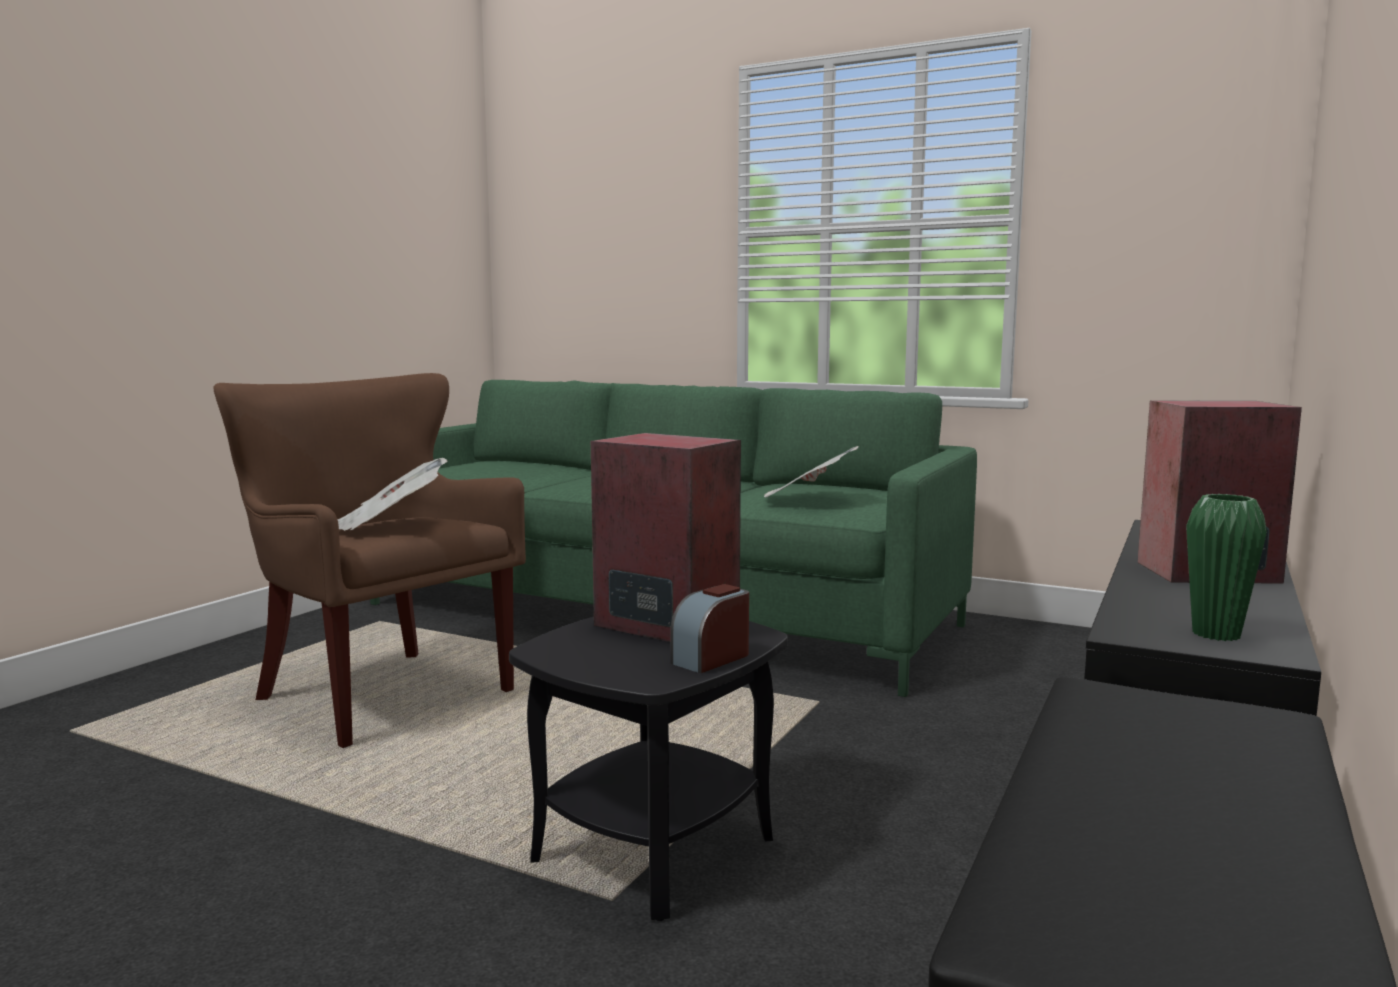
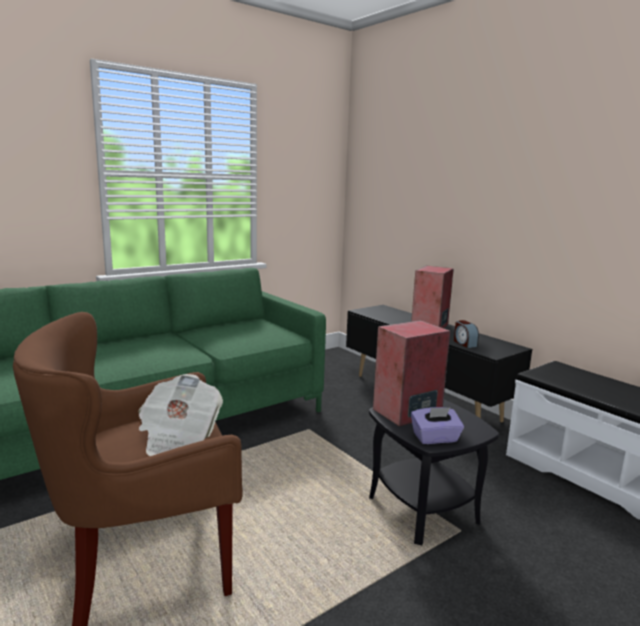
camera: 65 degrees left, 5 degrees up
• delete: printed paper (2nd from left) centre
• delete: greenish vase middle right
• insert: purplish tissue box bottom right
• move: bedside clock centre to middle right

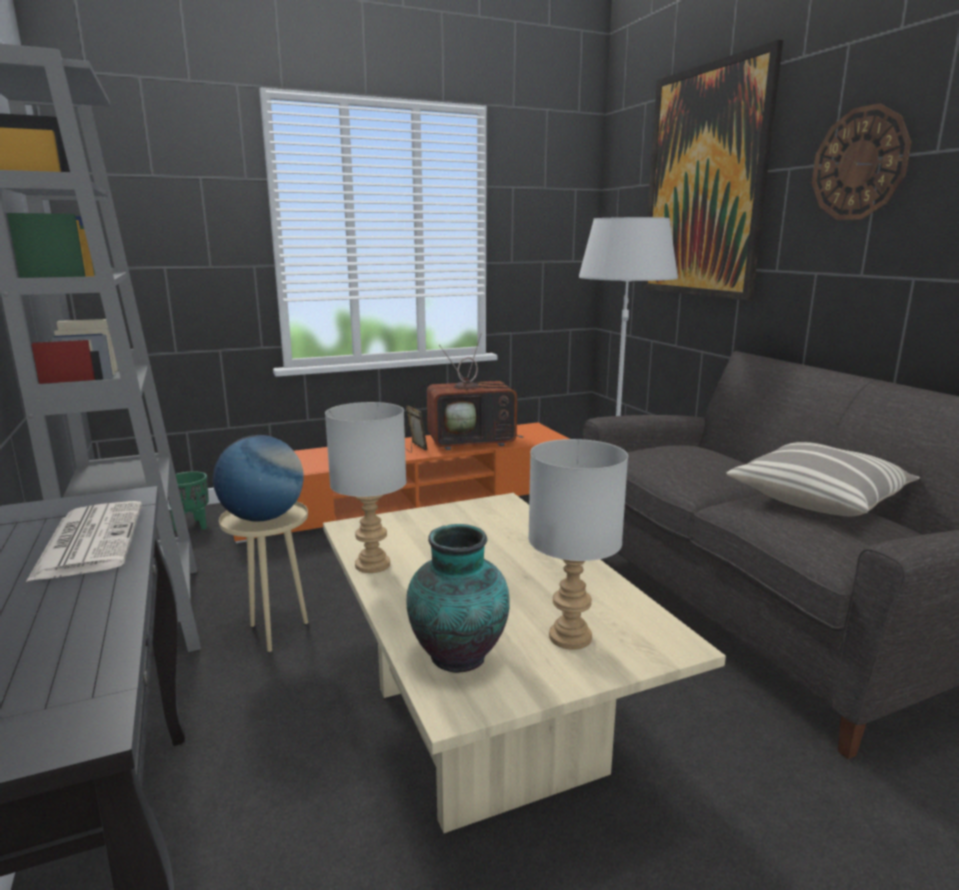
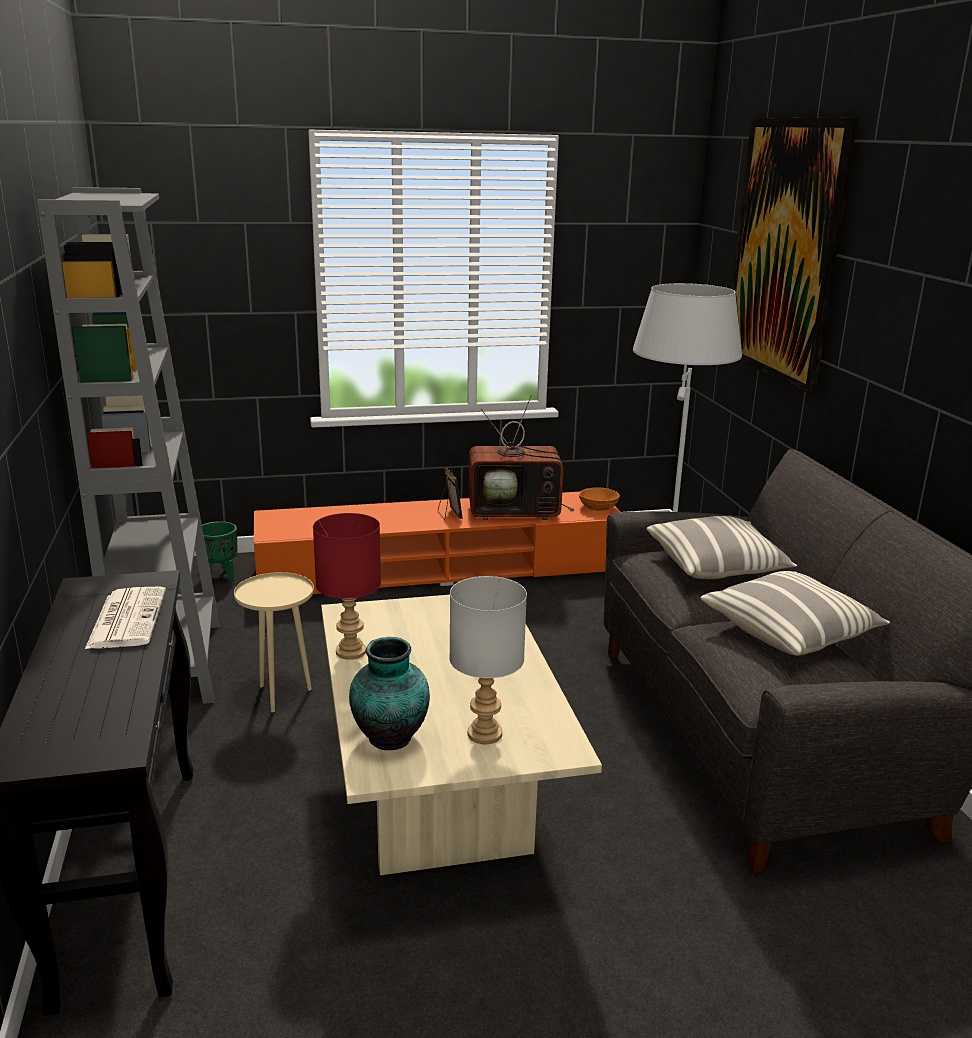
camera: 10 degrees right, 5 degrees up
• delete: world globe middle left
• delete: wall clock top right
• insert: orange-coloured serving bowl centre
• insert: throw pillow (1st from left) middle right
• recolor: greyish tabletop lamp (1st from left) centre to reddish tabletop lamp centre

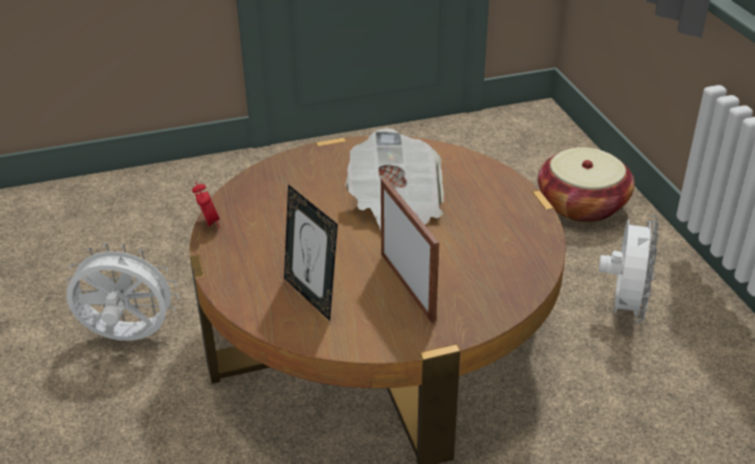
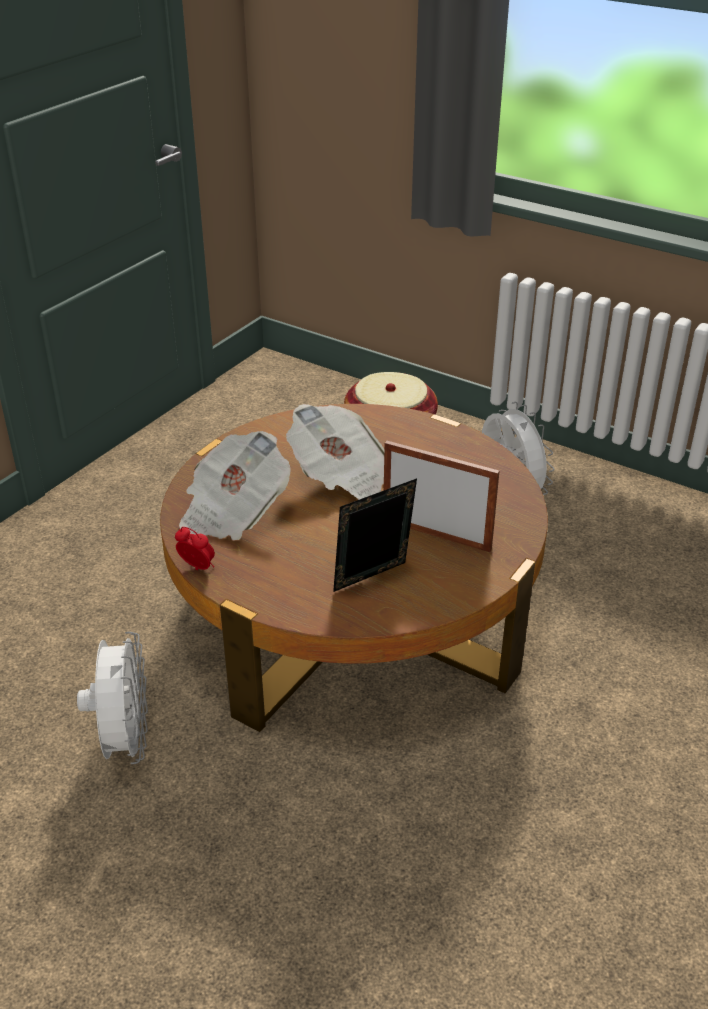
camera: 40 degrees left, 0 degrees up
• insert: printed paper (1st from left) middle left
• rotate: whitish electric fan (1st from left) middle left = bottom left 120 degrees clockwise
• rotate: photo frame (1st from left) centre = centre 135 degrees clockwise

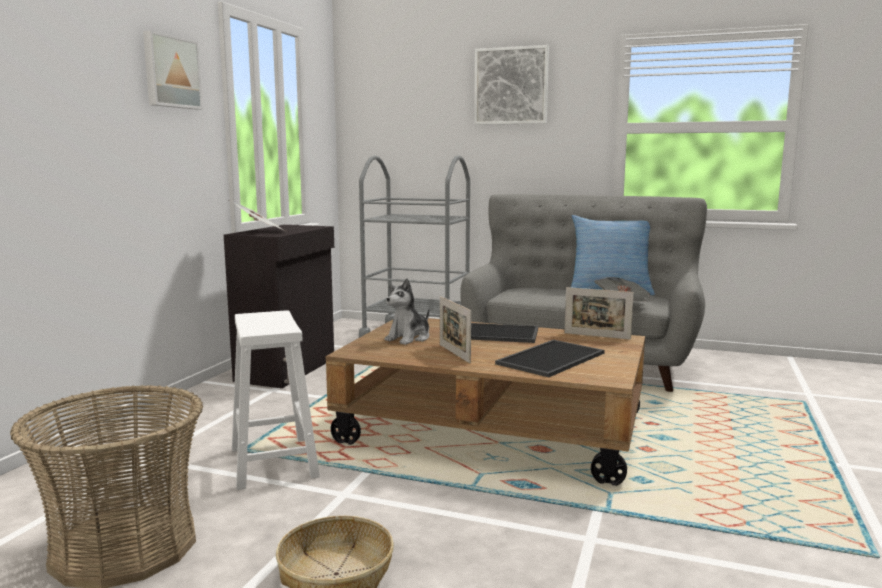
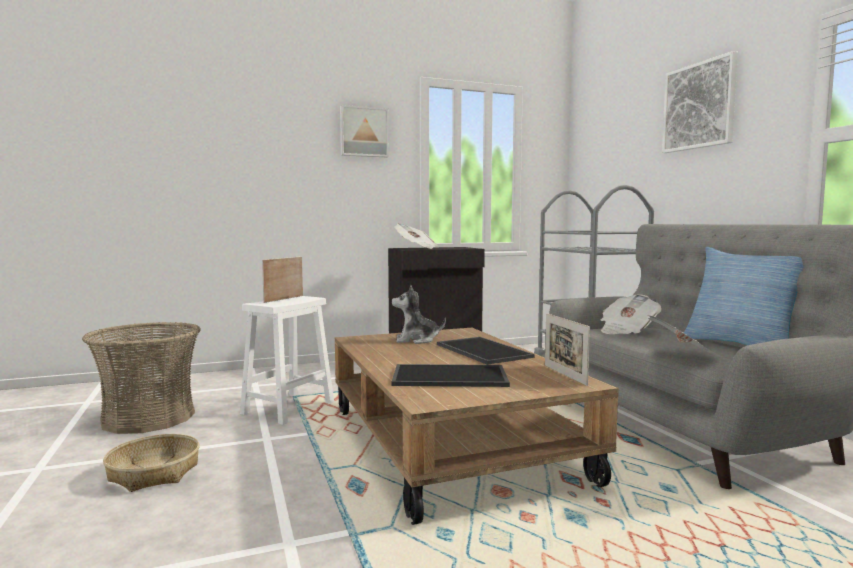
camera: 50 degrees right, 5 degrees down
• insert: printed paper (2nd from left) middle right
• move: photo frame (1st from left) centre to middle left

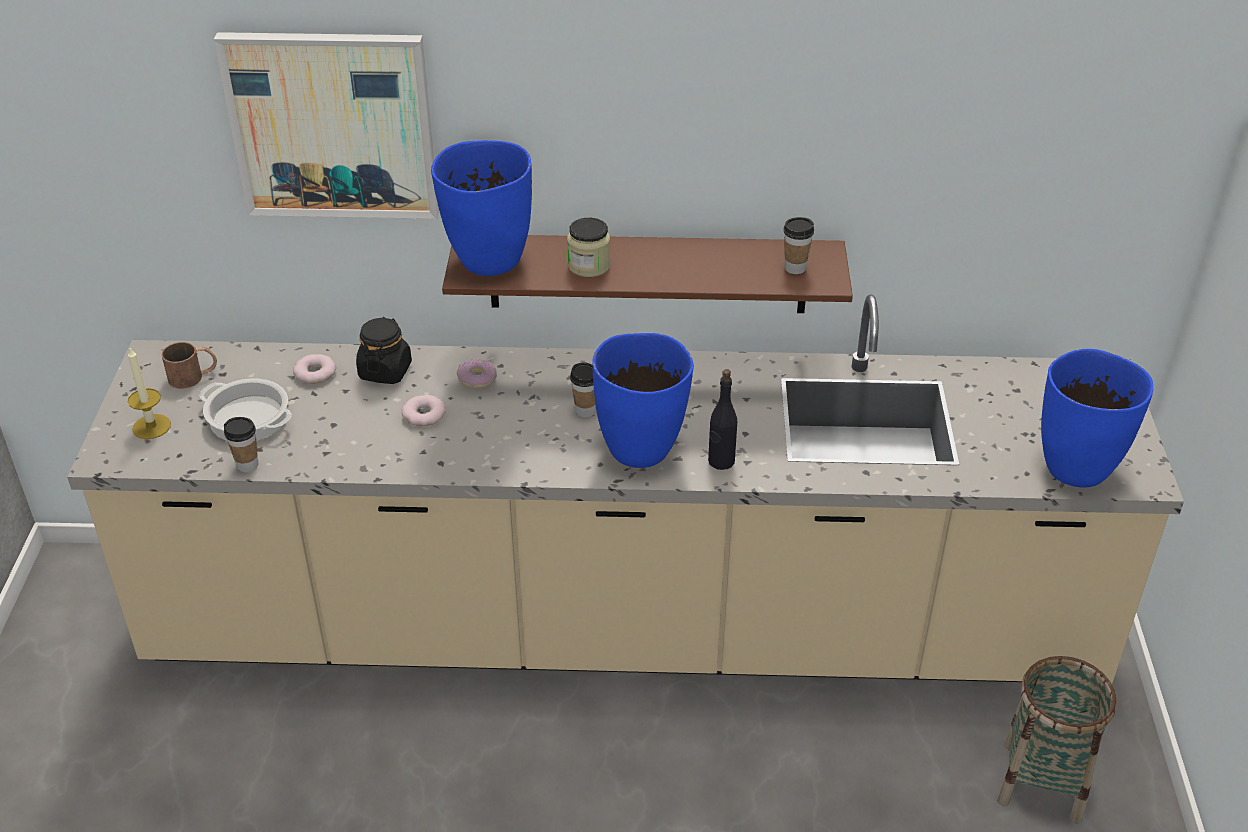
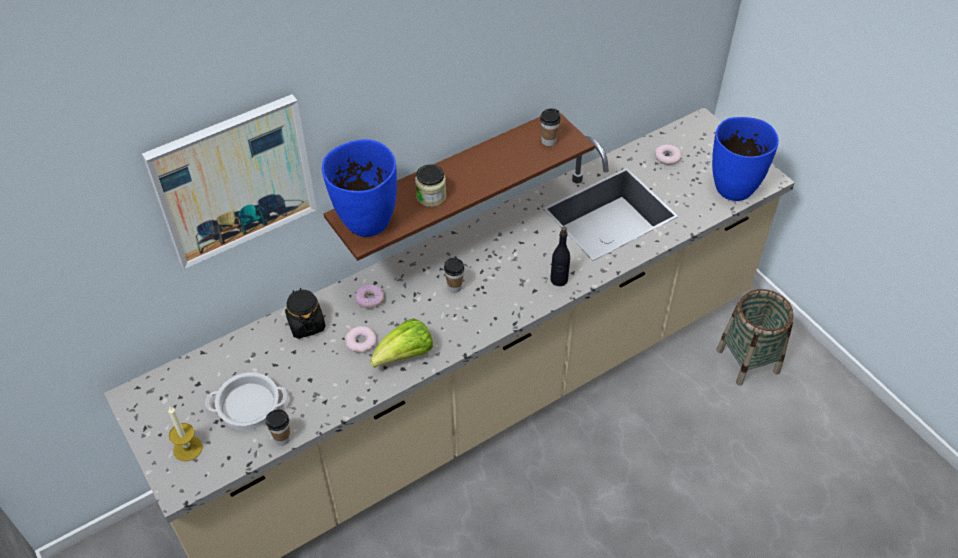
camera: 35 degrees left, 10 degrees up
• delete: brownish mug middle left
• delete: blue vase (2nd from left) centre
• insert: lettuce head centre
• move: doughnut (1st from left in the first image) middle left to doughnut (3rd from left) top right

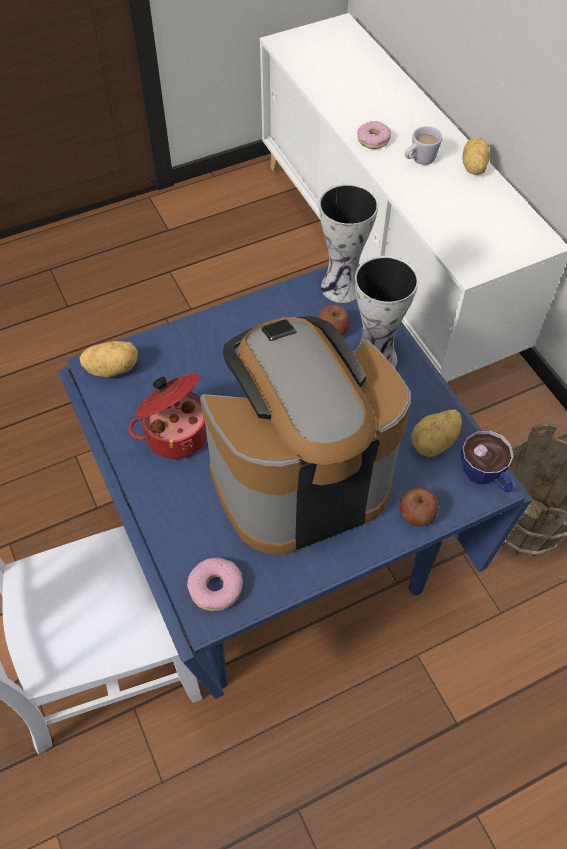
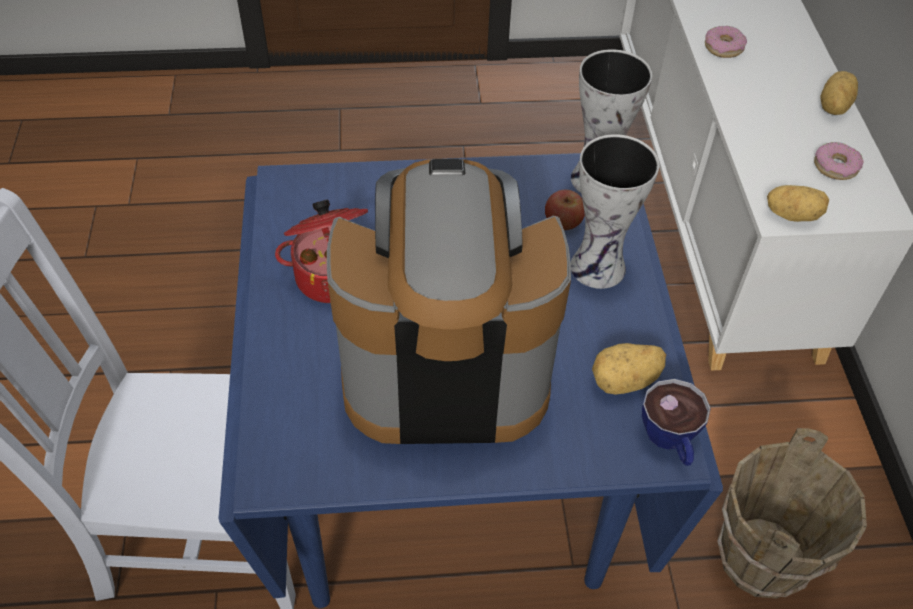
camera: 20 degrees right, 5 degrees down
• delete: whole apple (2nd from left) middle right
• delete: whitish mug top right
• move: spud (1st from left in the first image) middle left to spud (2nd from left) middle right
• move: doughnut (1st from left in the first image) bottom centre to doughnut (2nd from left) top right

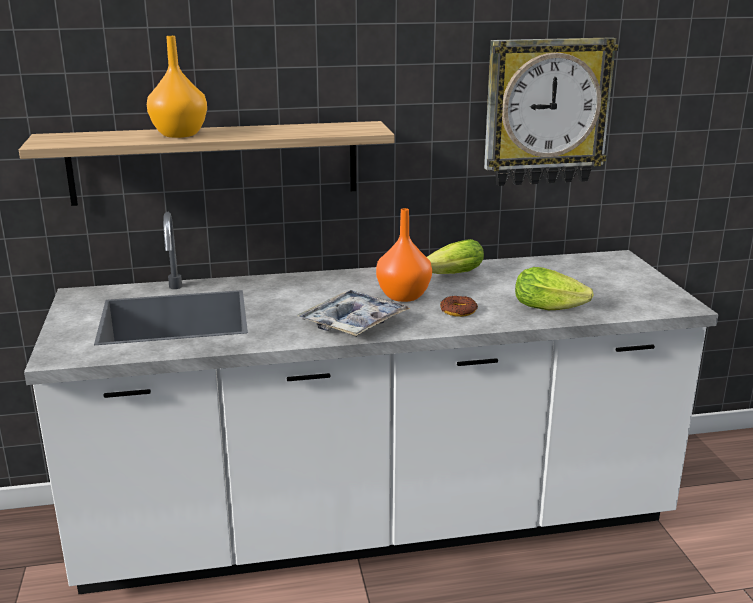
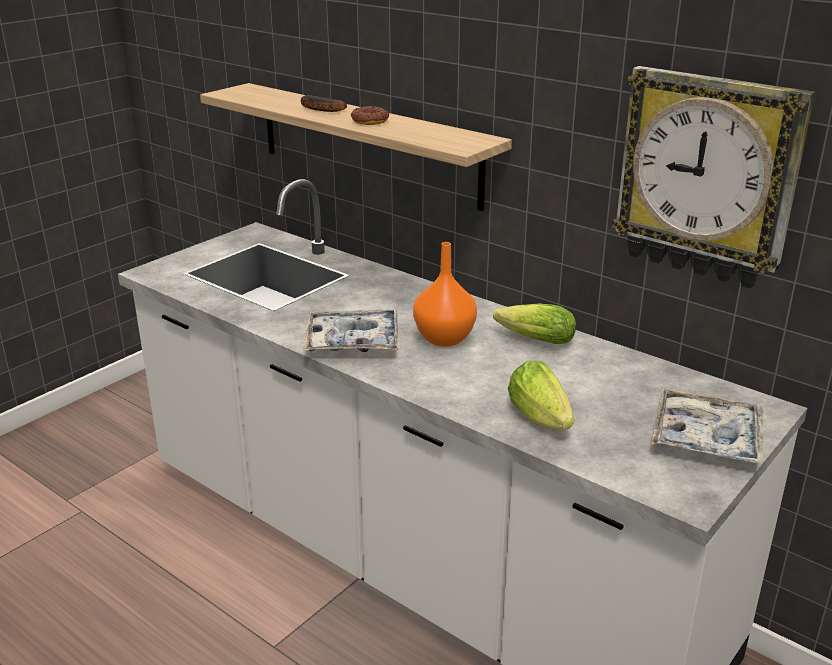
camera: 50 degrees right, 5 degrees up
• insert: tray (2nd from left) middle right
• move: doughnut centre to top centre
• replace: orange-coloured vase (1st from left) top left to banana fruit top centre

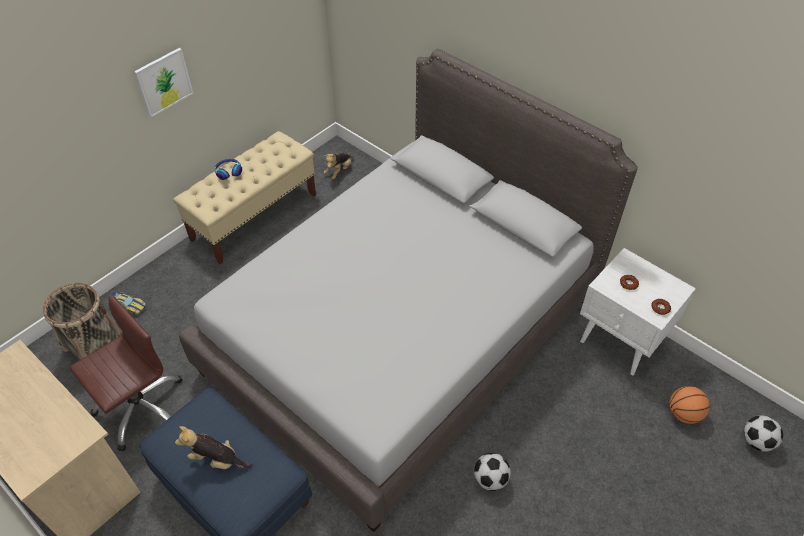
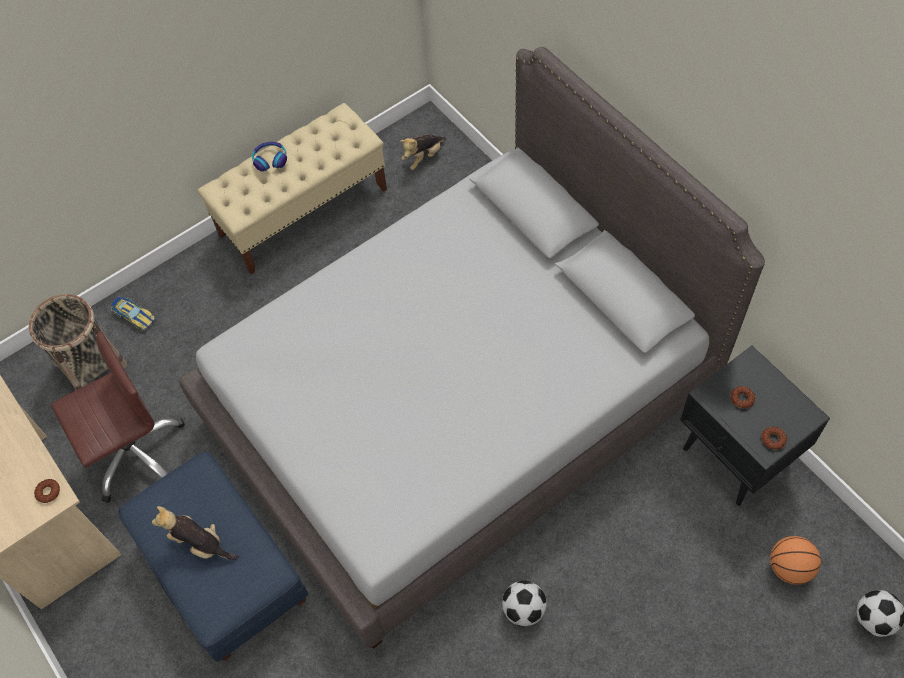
camera: 15 degrees right, 10 degrees up
• delete: picture top left
• insert: doughnut (1st from left) bottom left
• recolor: whitish bedside table middle right to blackish bedside table middle right

